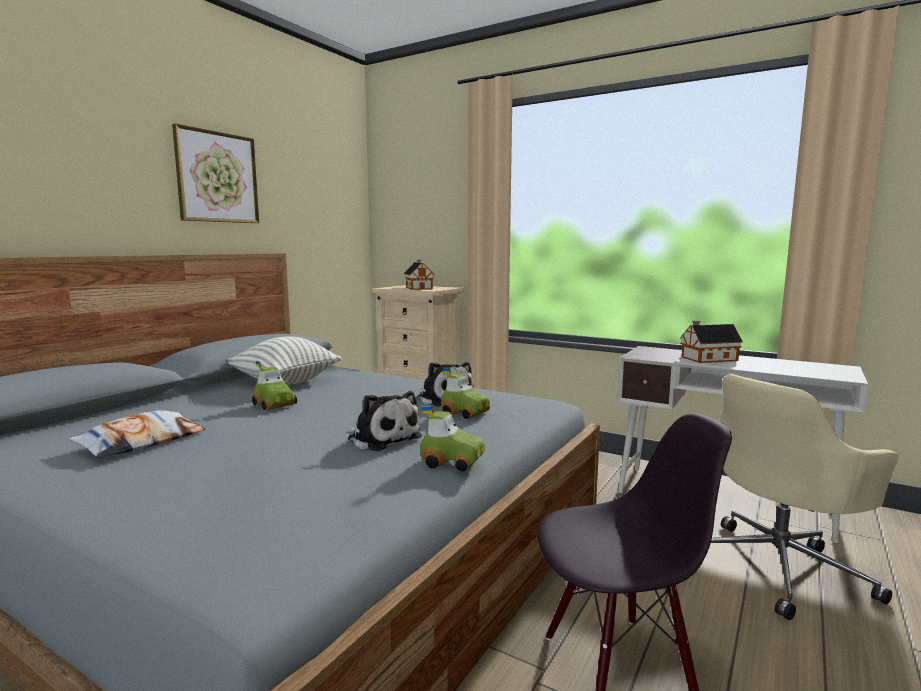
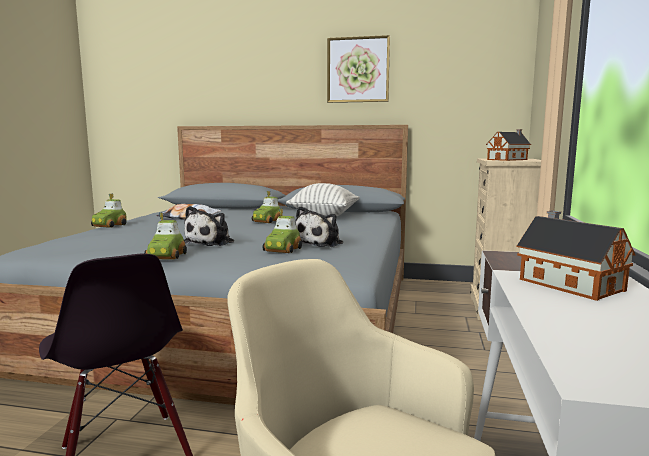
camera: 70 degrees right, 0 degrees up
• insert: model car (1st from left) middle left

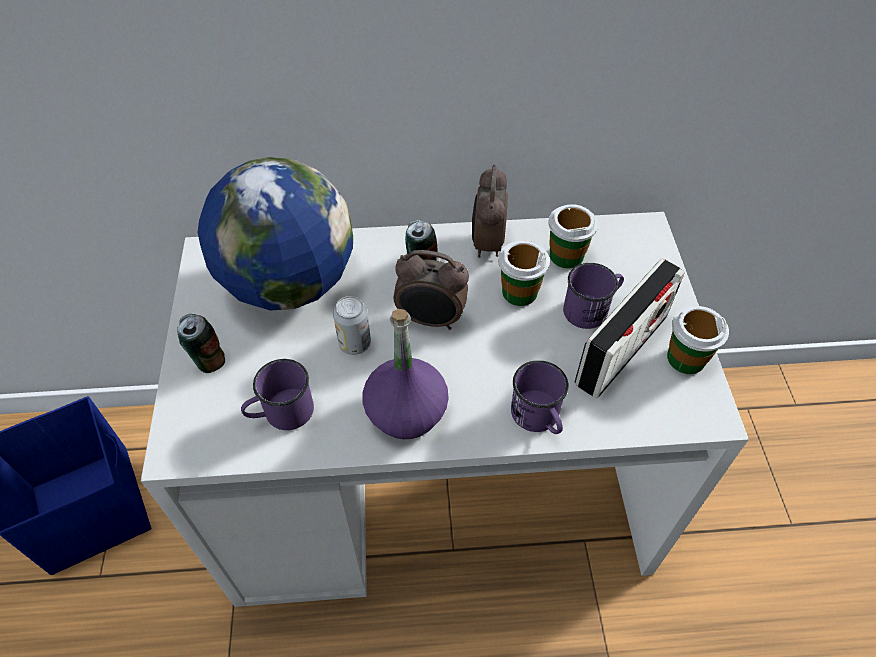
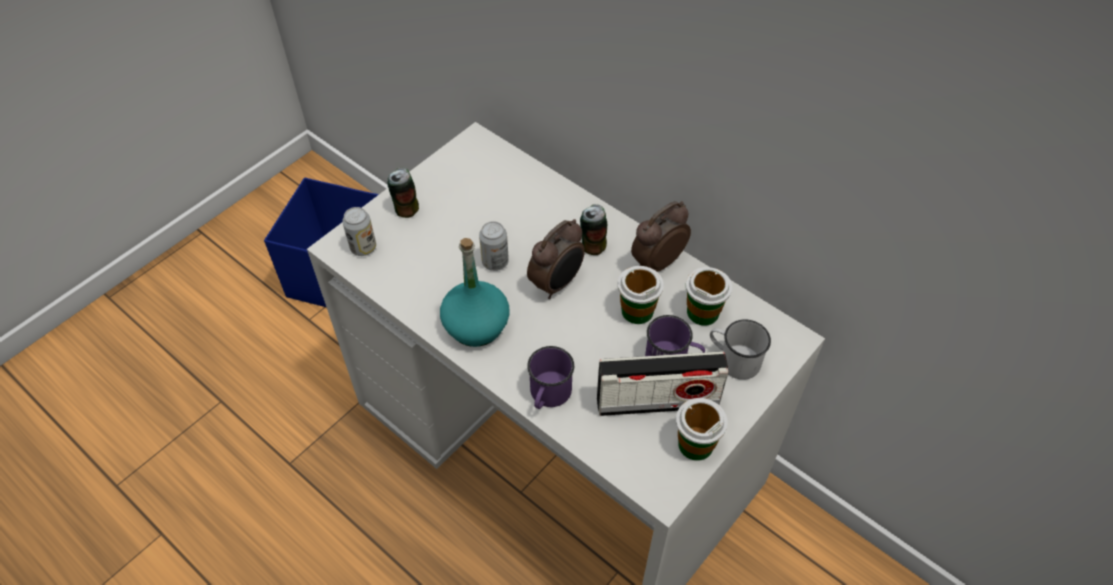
camera: 45 degrees right, 0 degrees up
• delete: world globe middle left
• delete: purplish mug (1st from left) middle left
• insert: can (1st from left) middle left
• insert: whitish mug centre
• recolor: purplish drink bottle centre to blue-green drink bottle centre
• rotate: bedside clock (1st from left) centre = centre 105 degrees counterclockwise

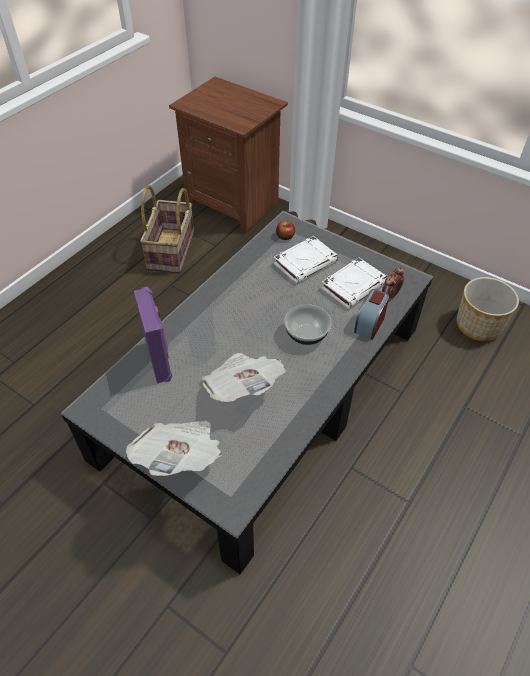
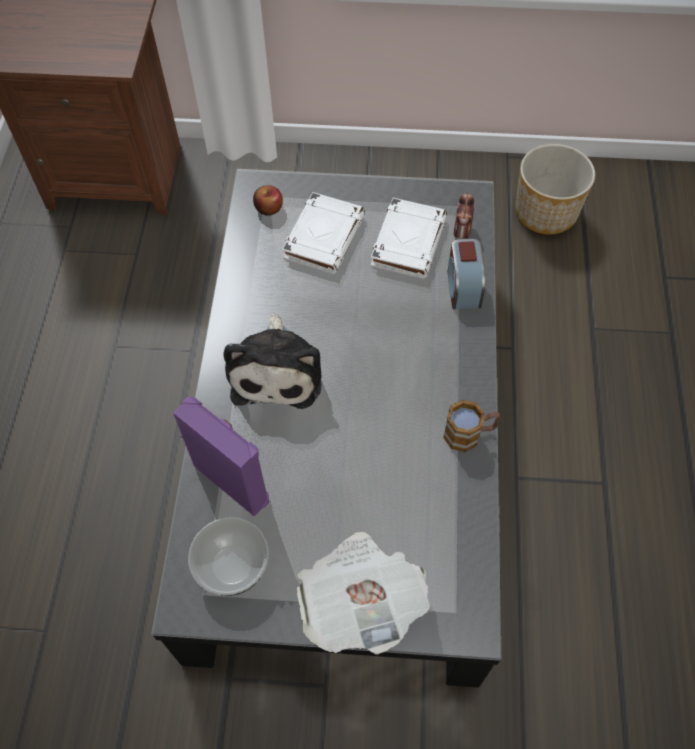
camera: 30 degrees left, 10 degrees up
• delete: basket middle left
• delete: printed paper (2nd from left) centre
• insert: soft toy centre
• insert: mug middle right
• move: serving bowl centre to bottom left

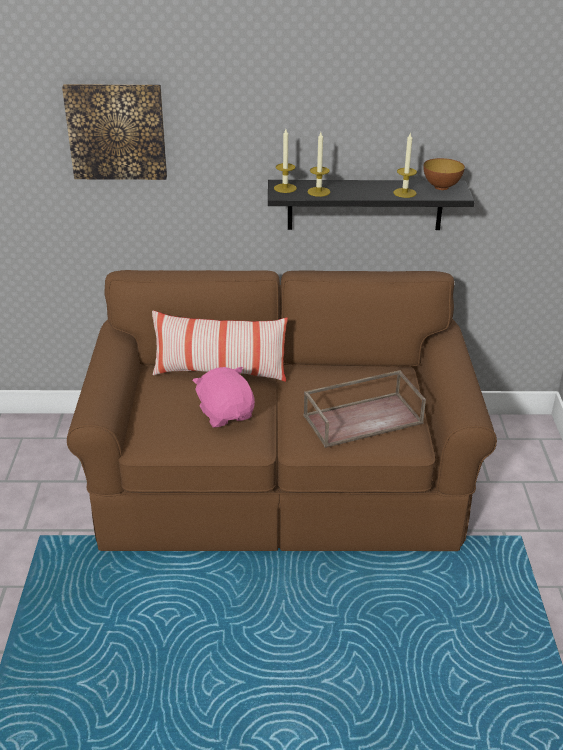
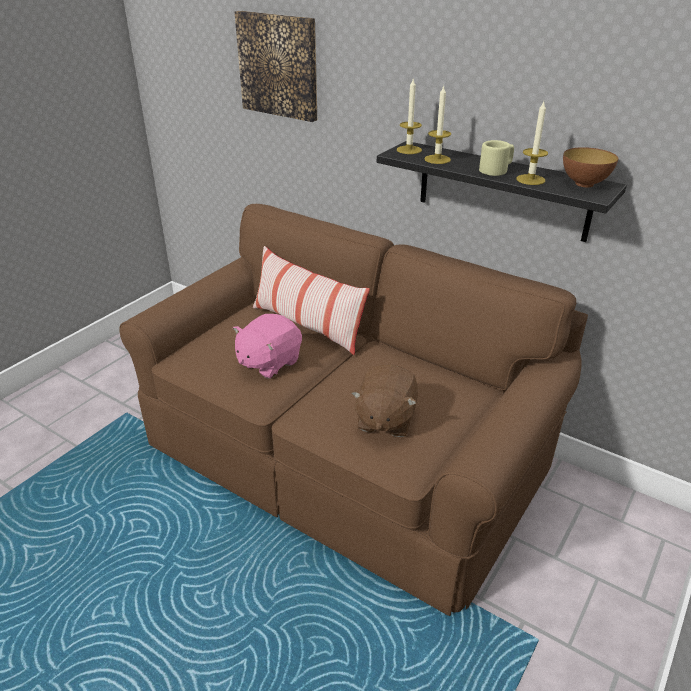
camera: 35 degrees right, 0 degrees up
• insert: beige mug top right
• replace: brownish tray centre to brownish soft toy centre
• rotate: pink soft toy centre = centre 150 degrees counterclockwise

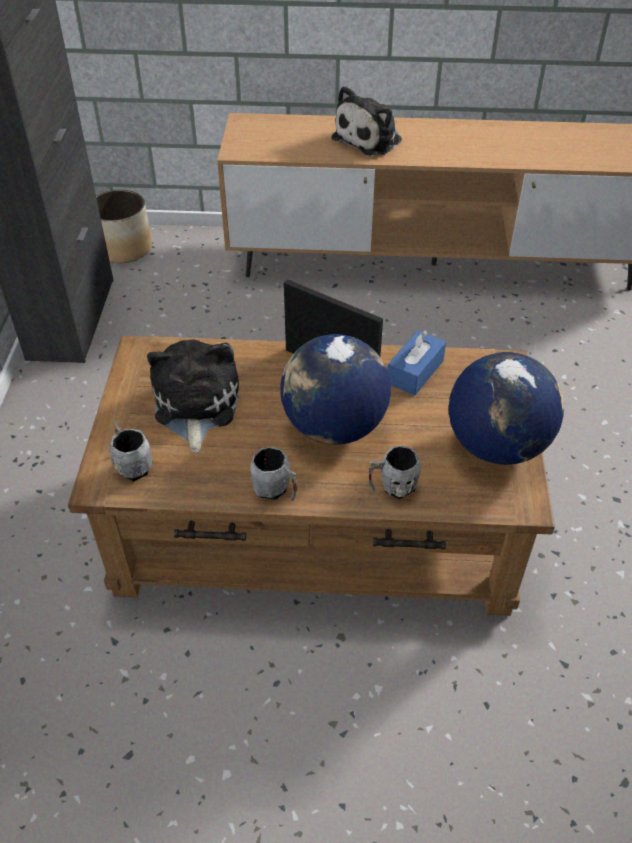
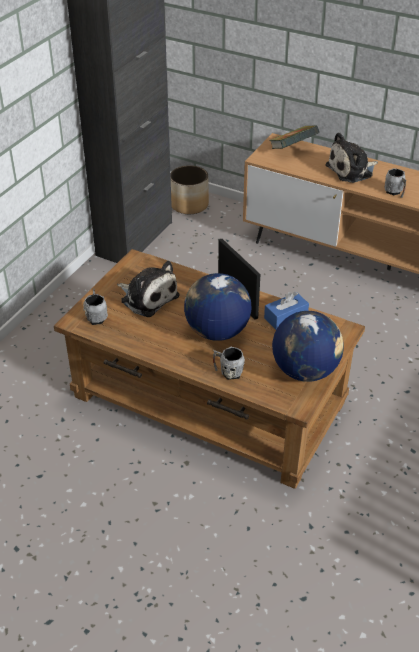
camera: 25 degrees right, 5 degrees down
• insert: volume top right
• move: greyish mug (2nd from left in the first image) centre to greyish mug (3rd from left) top right
• rotate: soft toy (1st from left) middle left = centre 105 degrees clockwise

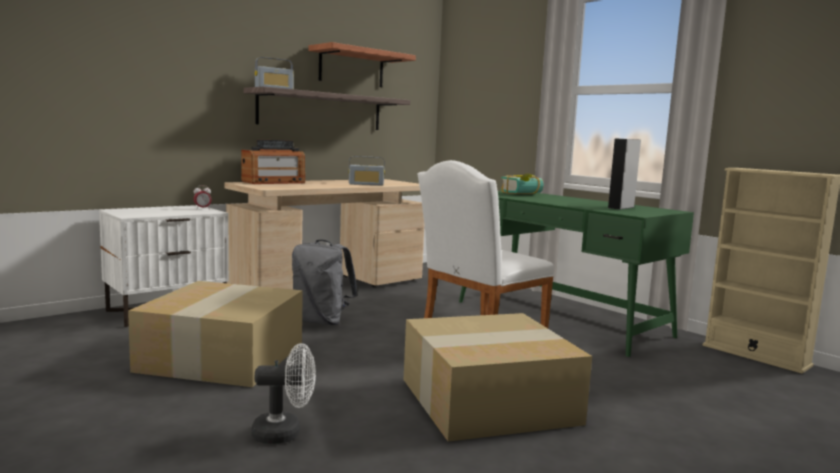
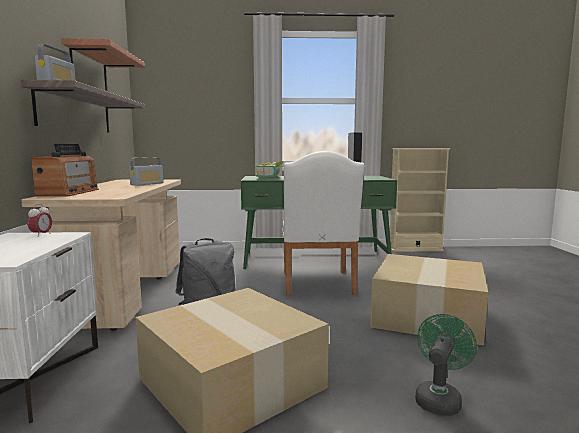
camera: 50 degrees left, 0 degrees up
• recolor: whitish electric fan bottom centre to greenish electric fan bottom right

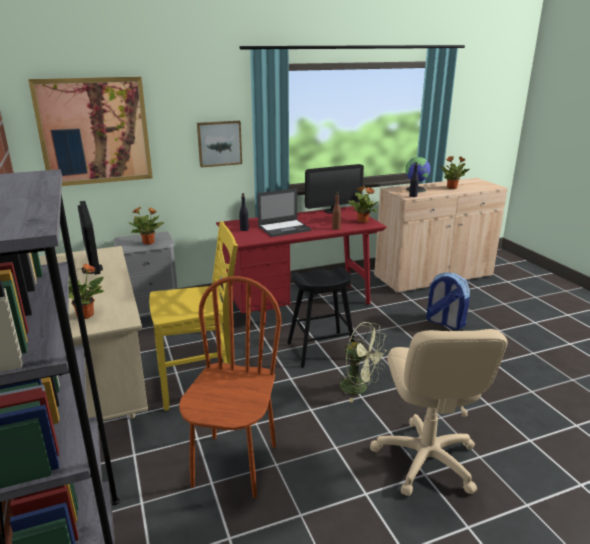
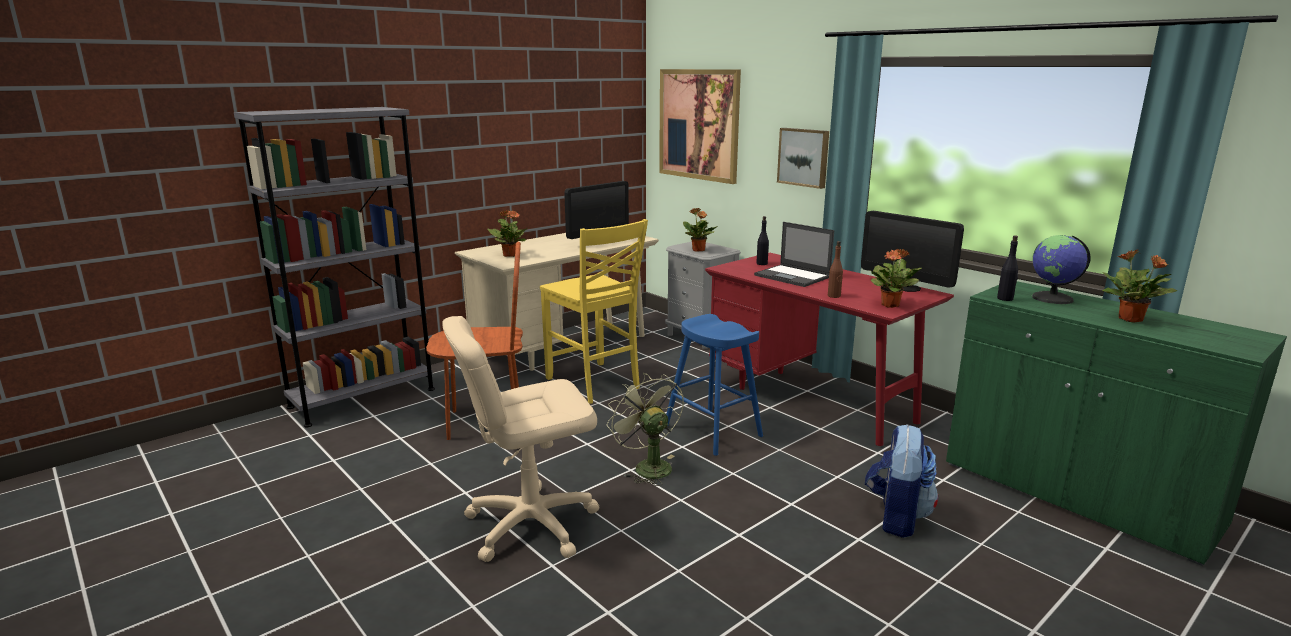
camera: 70 degrees right, 5 degrees down
• recolor: blackish stool seat centre to blue stool seat centre
• recolor: beige cabinet middle right to greenish cabinet middle right
• rotate: greenish electric fan centre = bottom centre 135 degrees clockwise

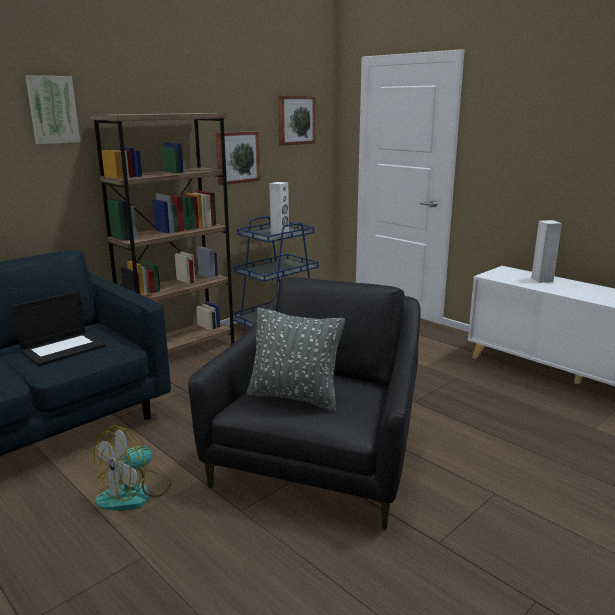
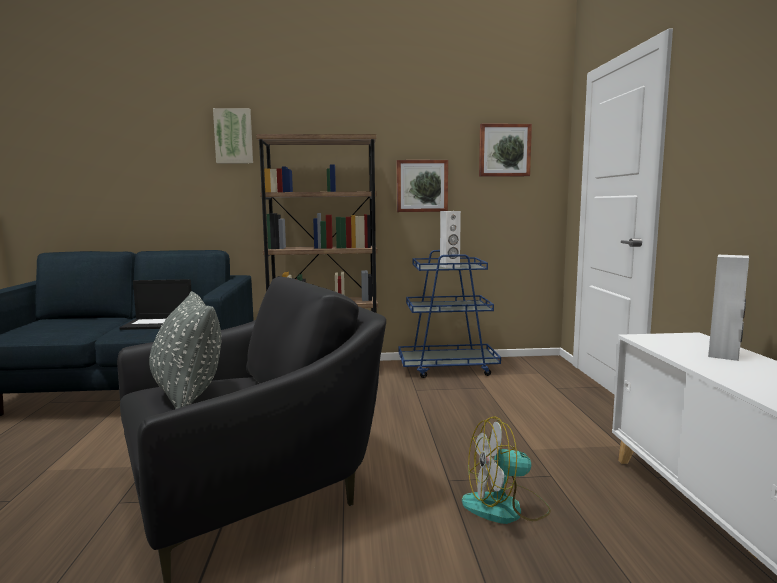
camera: 40 degrees right, 10 degrees down
• move: electric fan bottom left to bottom centre

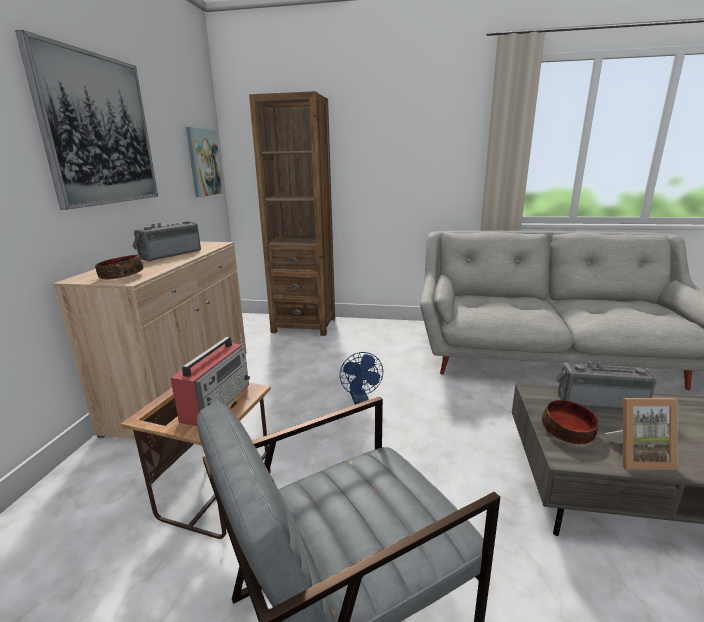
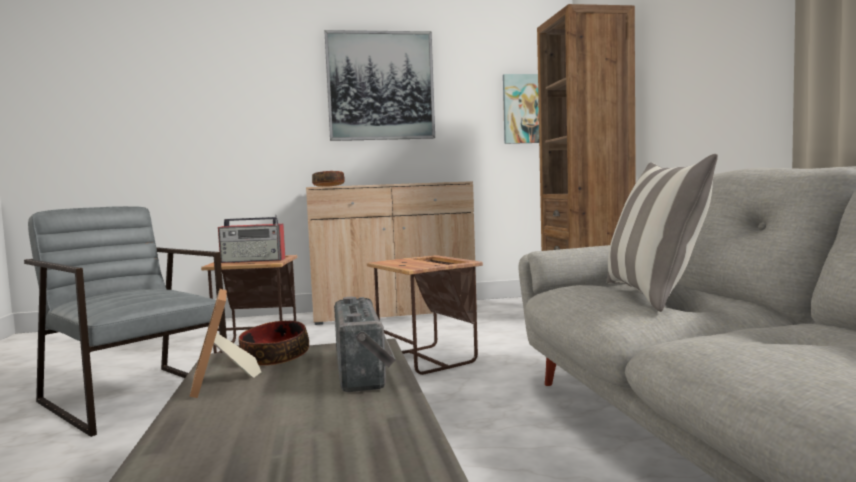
camera: 70 degrees right, 15 degrees down
• delete: radio (1st from left) middle left
• insert: throw pillow middle right
• replace: blue electric fan centre to accent table (2nd from left) centre

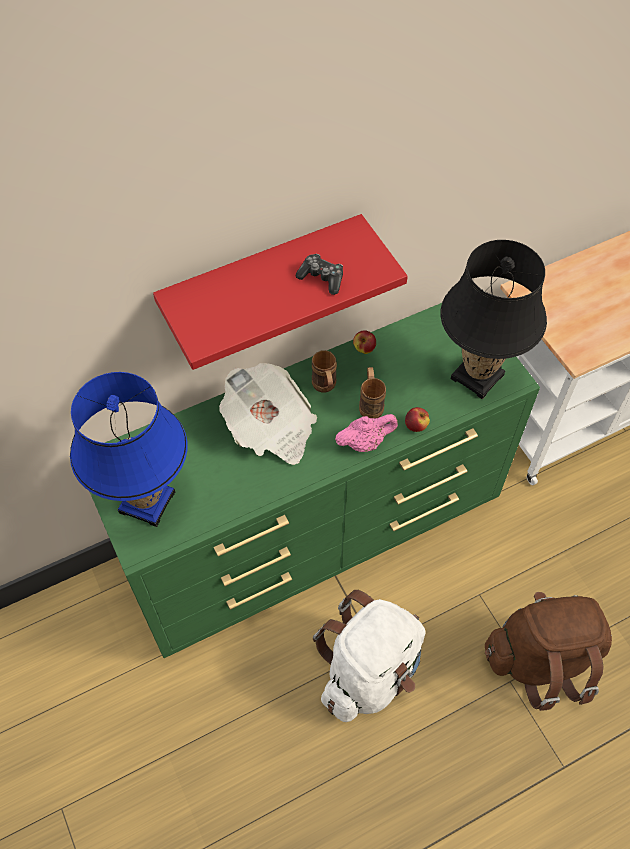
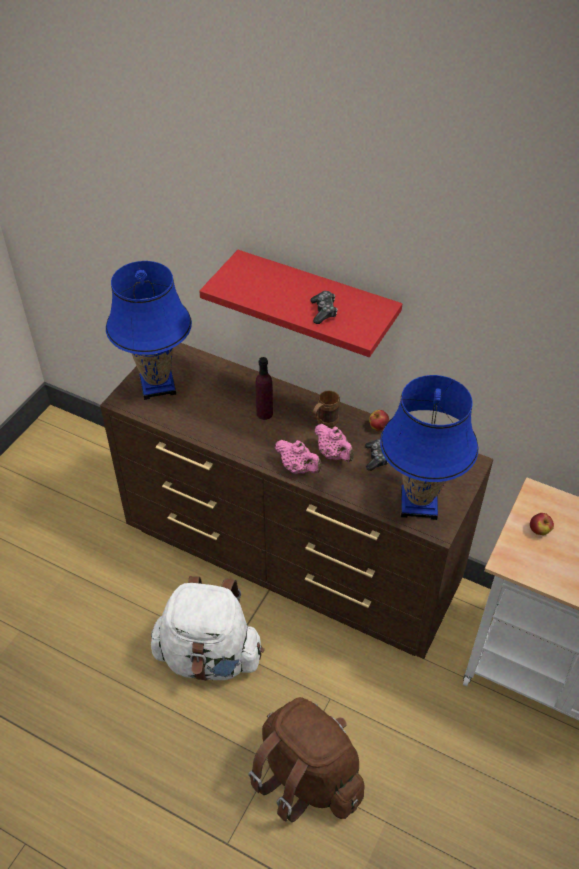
camera: 55 degrees right, 10 degrees down
• insert: joypad (2nd from left) centre
• move: whole apple (2nd from left) centre to middle right
• replace: printed paper centre to purplish drink bottle centre
• replace: brownish mug (2nd from left) centre to pink teapot (2nd from left) centre
• recolor: greenish drawer chest centre to brownish drawer chest centre
• recolor: blackish tabletop lamp middle right to blue tabletop lamp (2nd from left) middle right

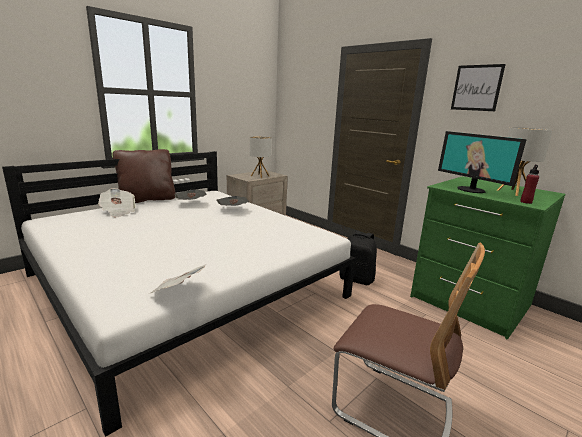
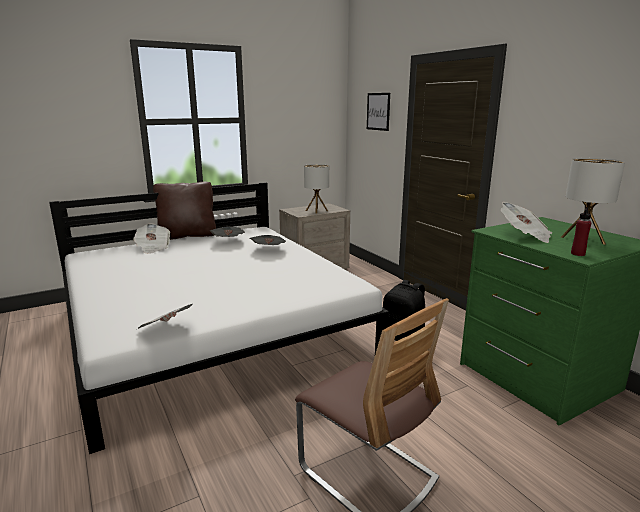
camera: 15 degrees right, 0 degrees up
• move: picture top right to top centre
• replace: monitor middle right to printed paper (5th from left) middle right

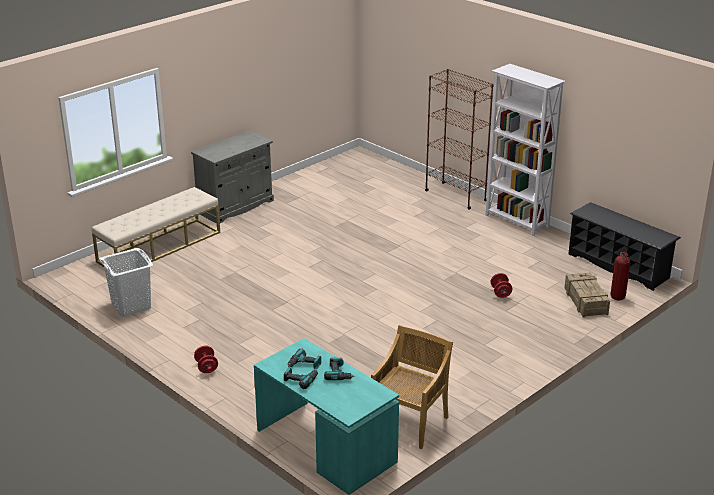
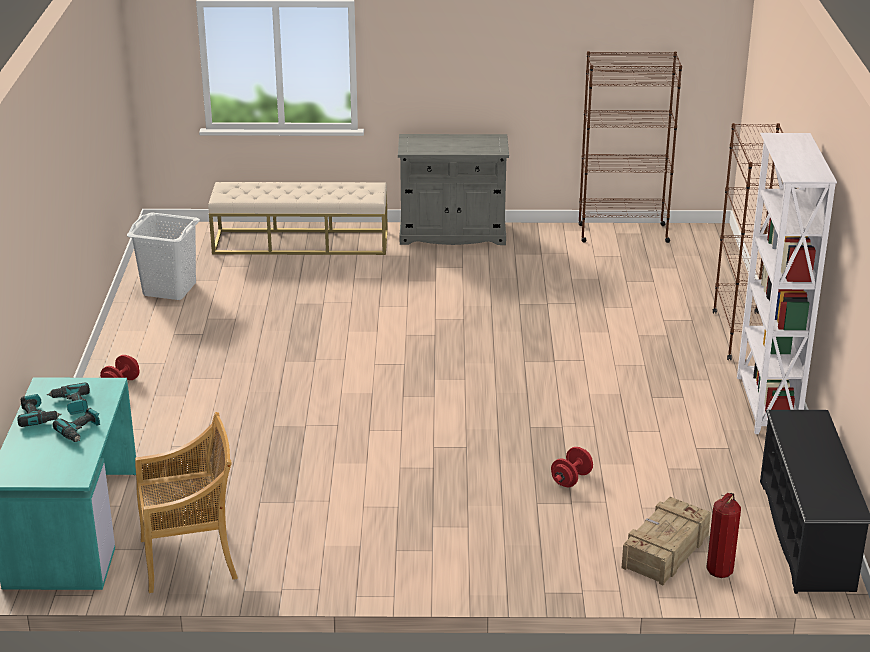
camera: 45 degrees right, 0 degrees up
• insert: brownish bookcase (1st from left) top right

